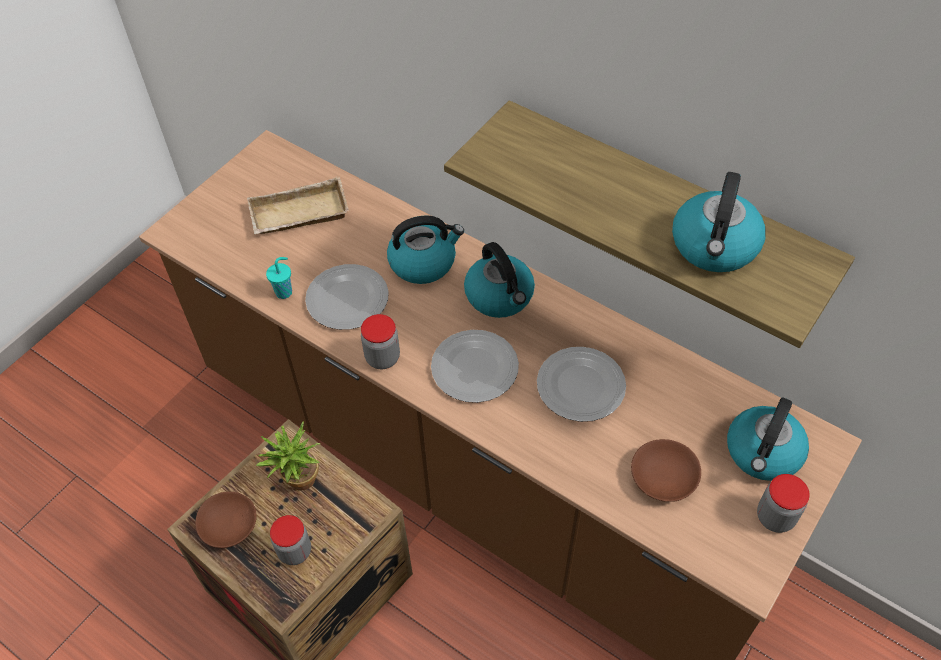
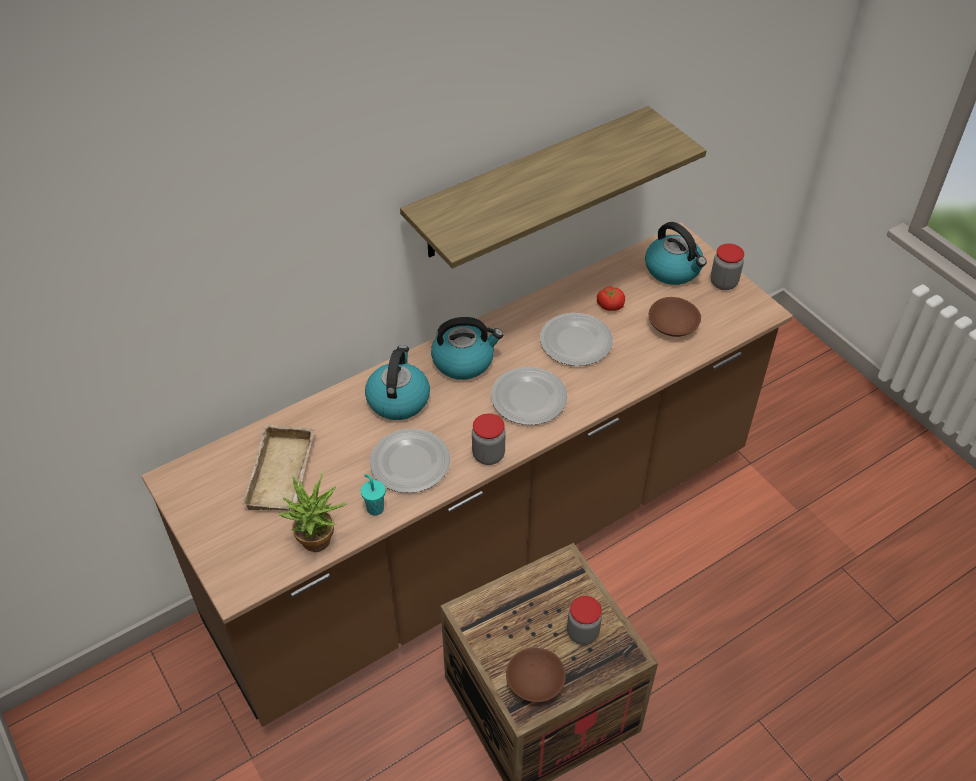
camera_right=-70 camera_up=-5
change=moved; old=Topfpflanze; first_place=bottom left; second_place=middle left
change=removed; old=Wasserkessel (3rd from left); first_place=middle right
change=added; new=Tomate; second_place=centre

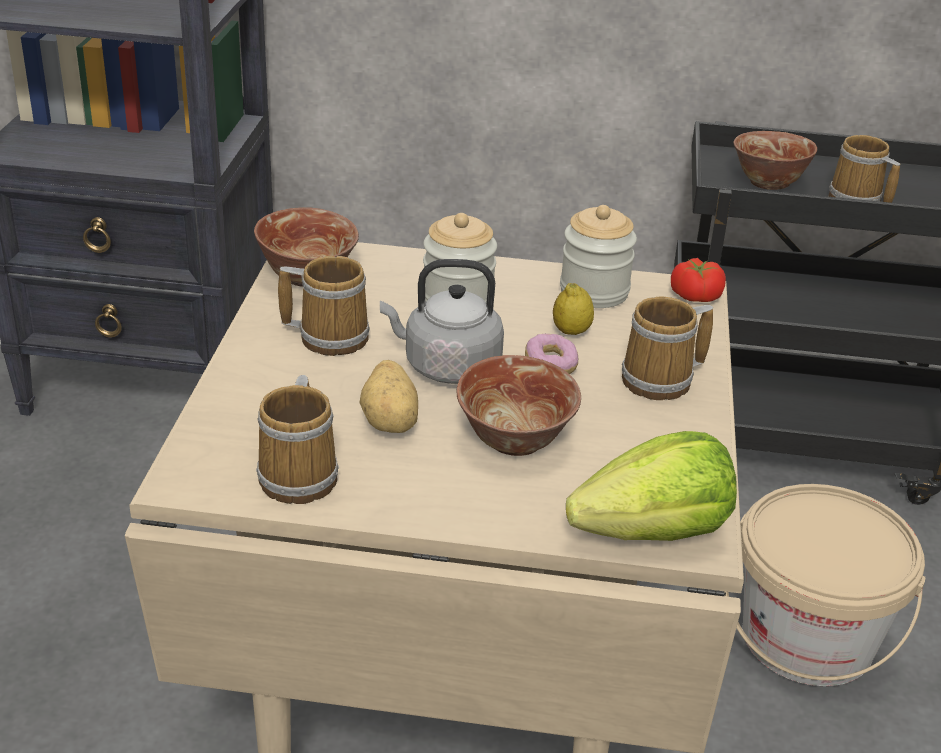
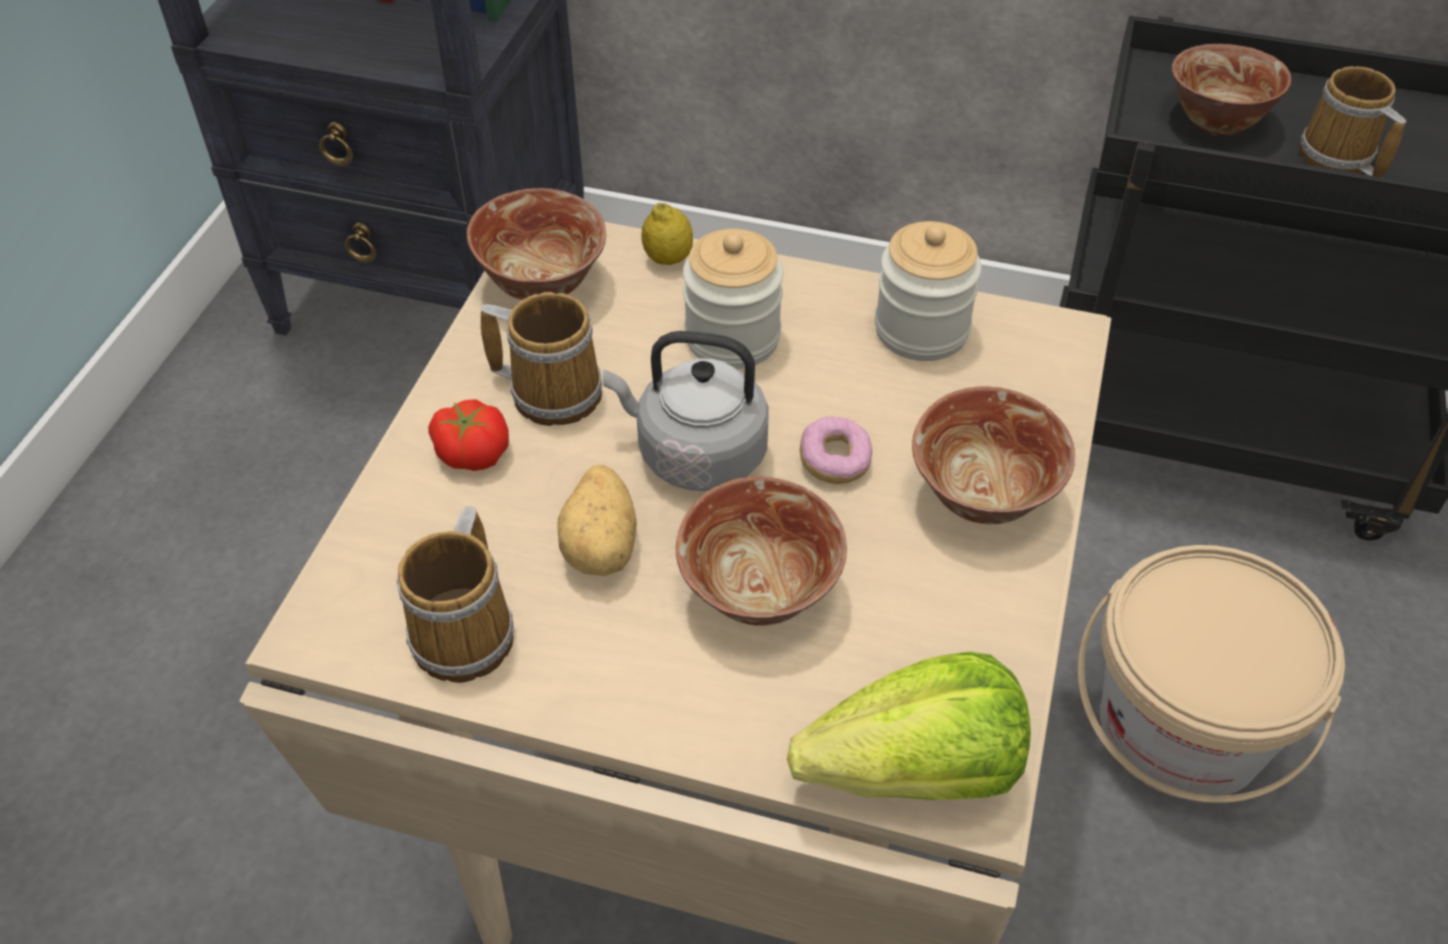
camera_right=10 camera_up=15
change=moved; old=Zitrone; first_place=centre; second_place=top centre
change=replaced; old=Henkelbecher (3rd from left); new=Schüssel (3rd from left); first_place=middle right; second_place=middle right
change=moved; old=Tomate; first_place=middle right; second_place=middle left

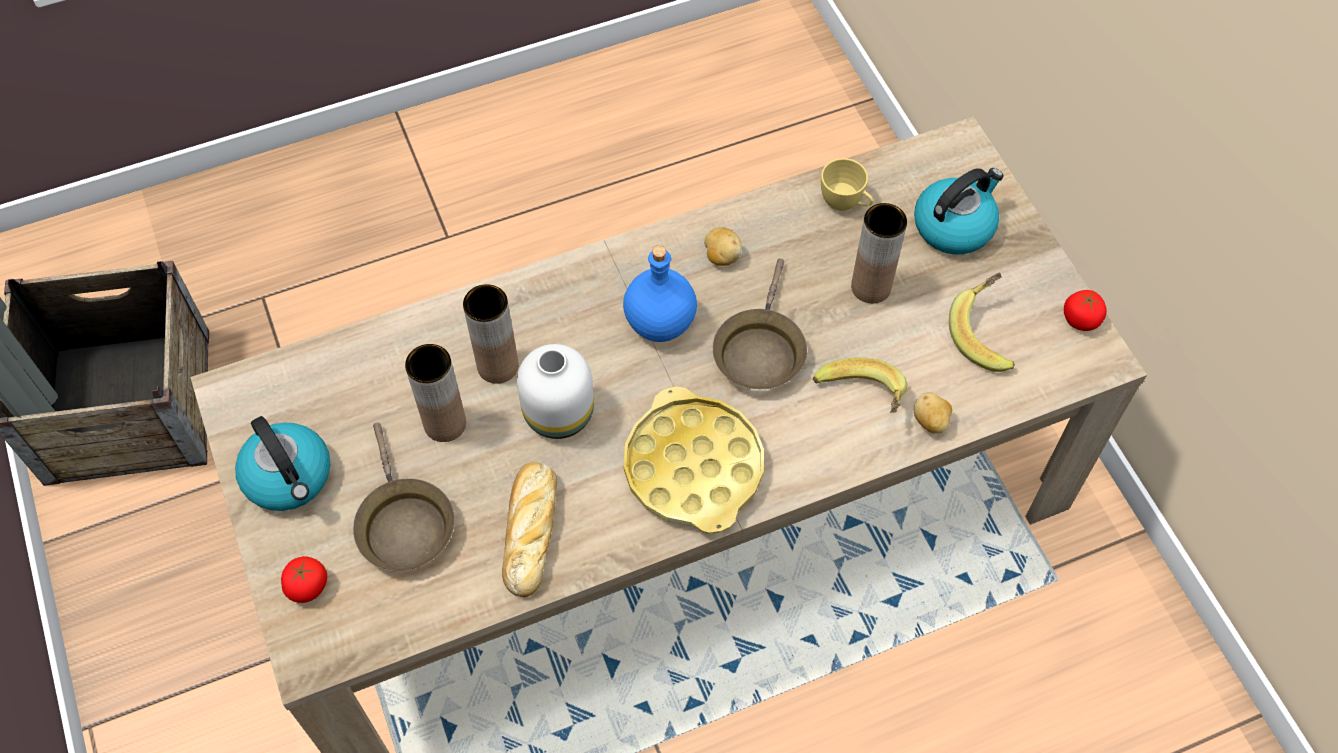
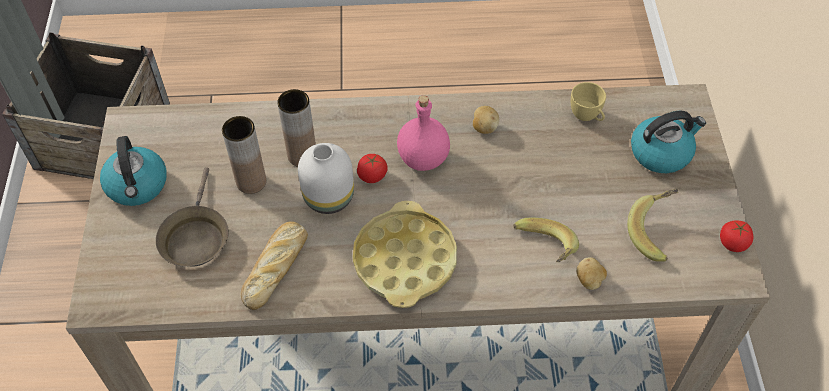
camera_right=20 camera_up=-5
change=moved; old=Tomate (1st from left); first_place=bottom left; second_place=centre
change=recoloured; old=Flasche/blau; new=Flasche/rosa; first_place=centre; second_place=centre
change=removed; old=Pfanne/braun (2nd from left); first_place=centre
change=removed; old=Vase/braun (3rd from left); first_place=centre

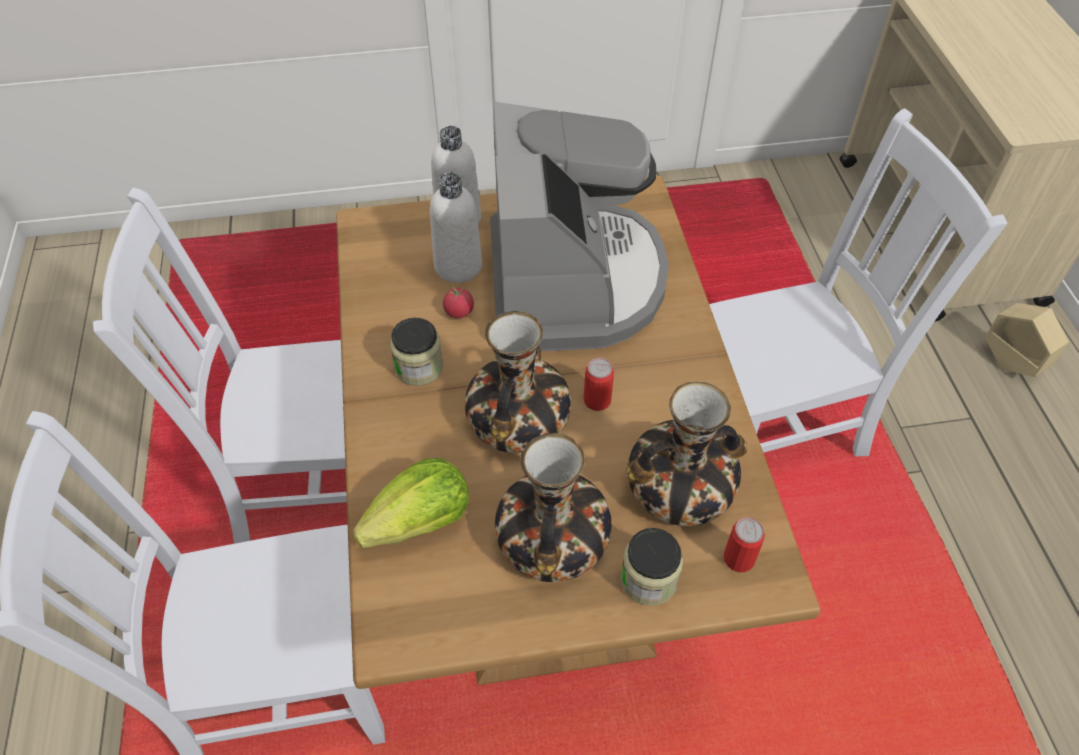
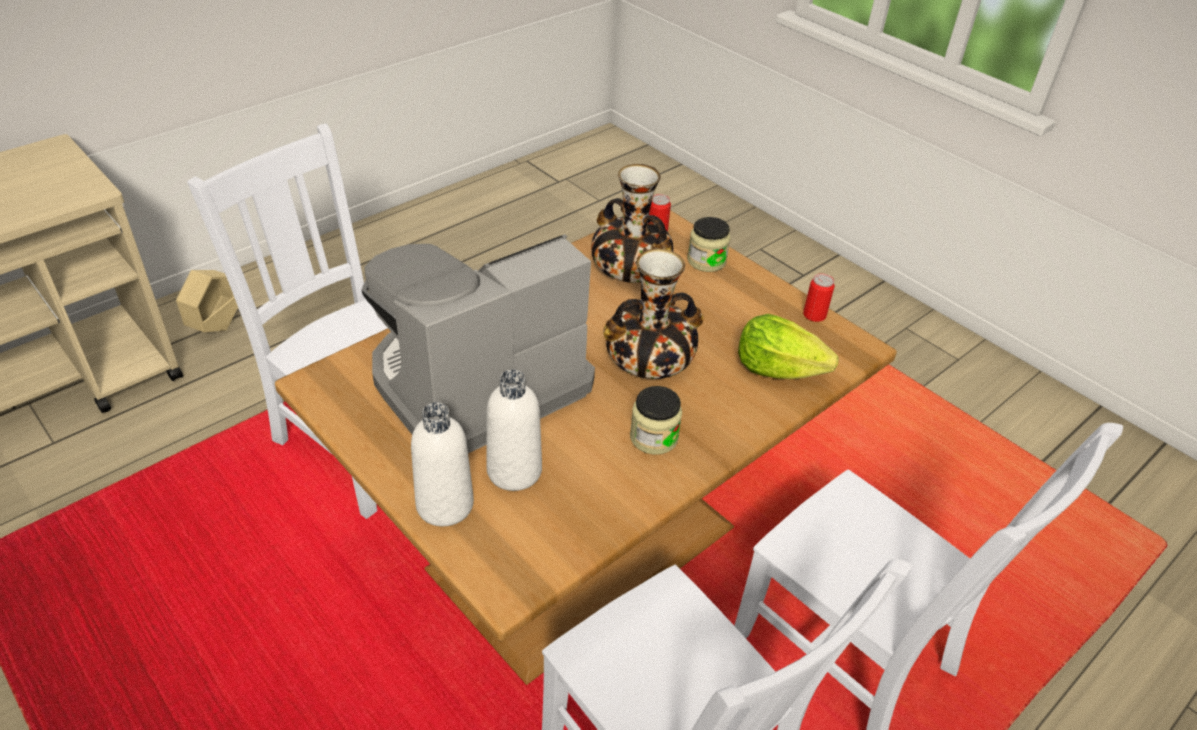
camera_right=-125 camera_up=-10
change=removed; old=Tomate; first_place=centre
change=removed; old=Vase (2nd from left); first_place=bottom centre
change=moved; old=Dose (1st from left in the first image); new=Dose (2nd from left); first_place=centre; second_place=middle right

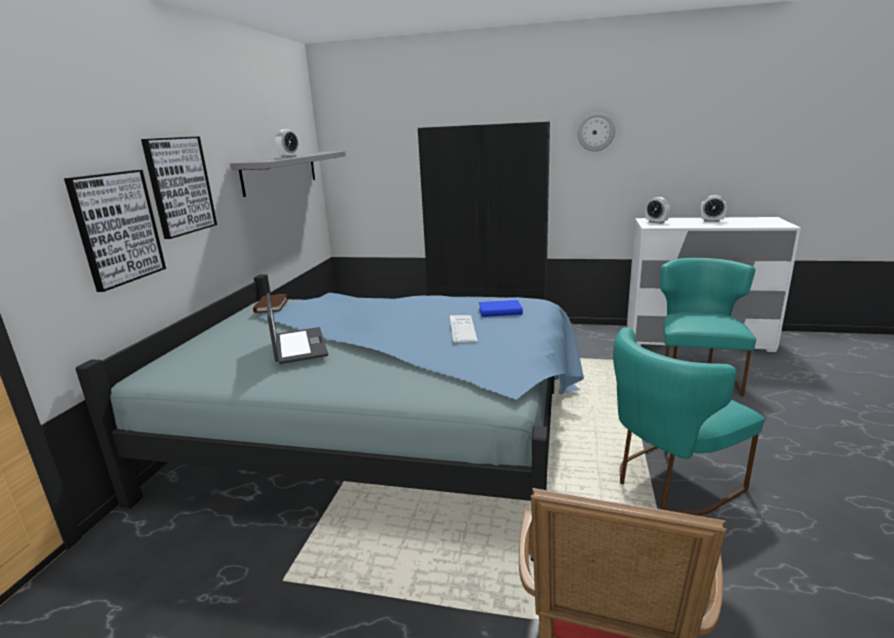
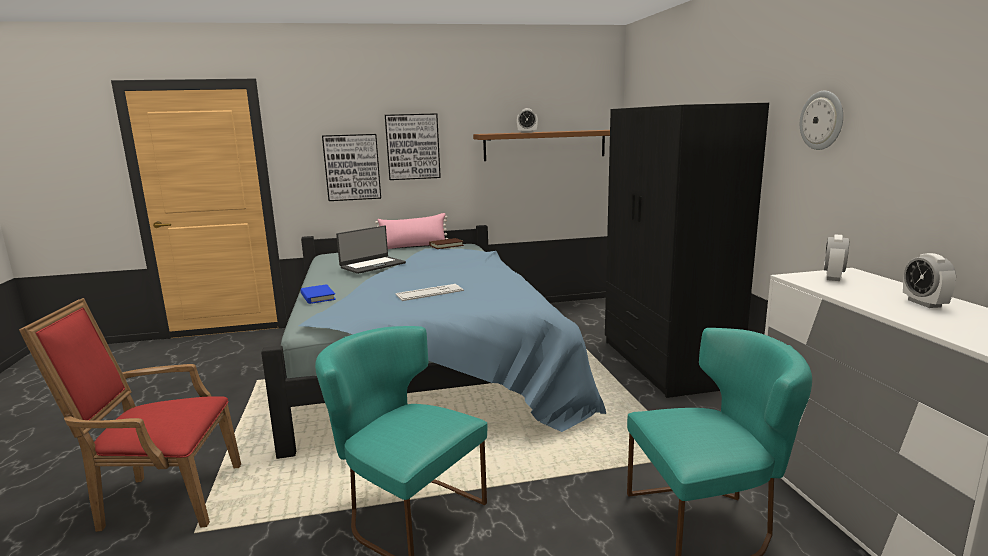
camera_right=65 camera_up=-5
change=recoloured; old=Wandregal/grau; new=Wandregal/braun; first_place=top left; second_place=top centre
change=moved; old=Buch/blau; first_place=centre; second_place=middle left
change=added; new=Kissen/rosa; second_place=centre

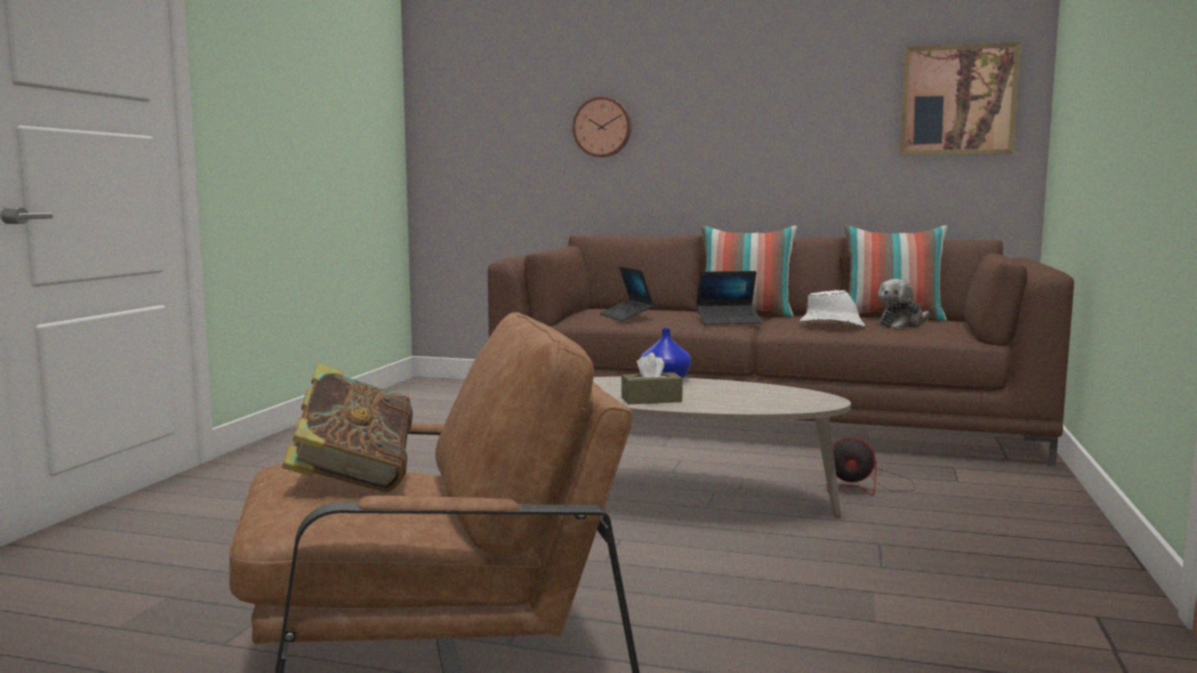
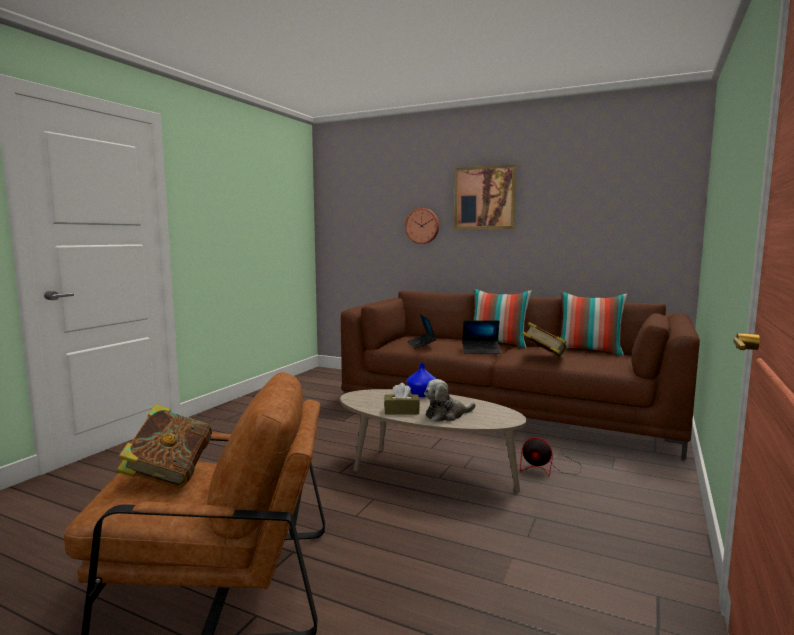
camera_right=10 camera_up=0
change=replaced; old=Hut/weiß; new=Buch (2nd from left); first_place=middle right; second_place=middle right
change=moved; old=Plüschtier; first_place=middle right; second_place=centre
change=moved; old=Bild; first_place=top right; second_place=top centre

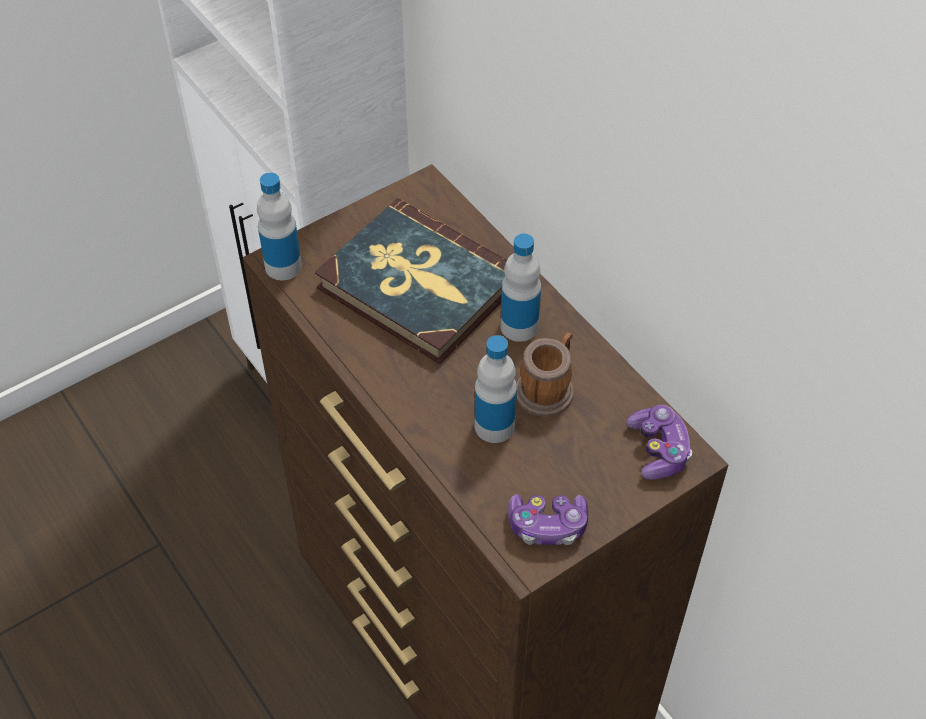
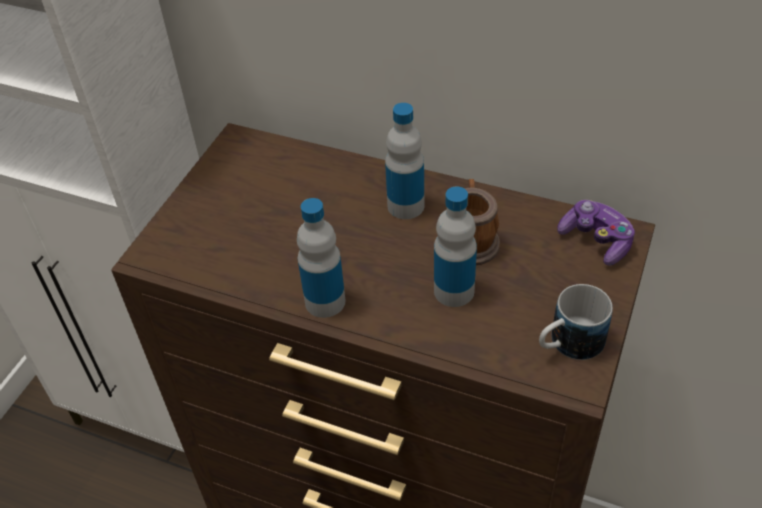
camera_right=-30 camera_up=-5
change=moved; old=Flasche (1st from left); first_place=top left; second_place=centre
change=removed; old=Buch; first_place=centre
change=replaced; old=Gamepad (1st from left); new=Henkelbecher (2nd from left); first_place=bottom centre; second_place=middle right

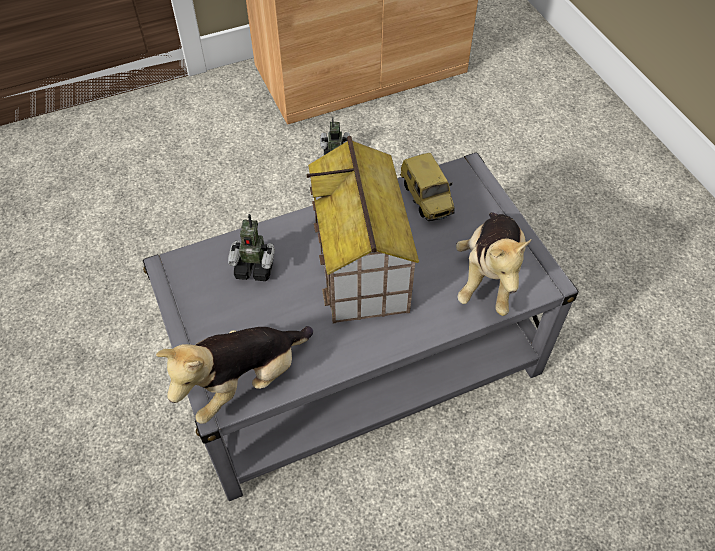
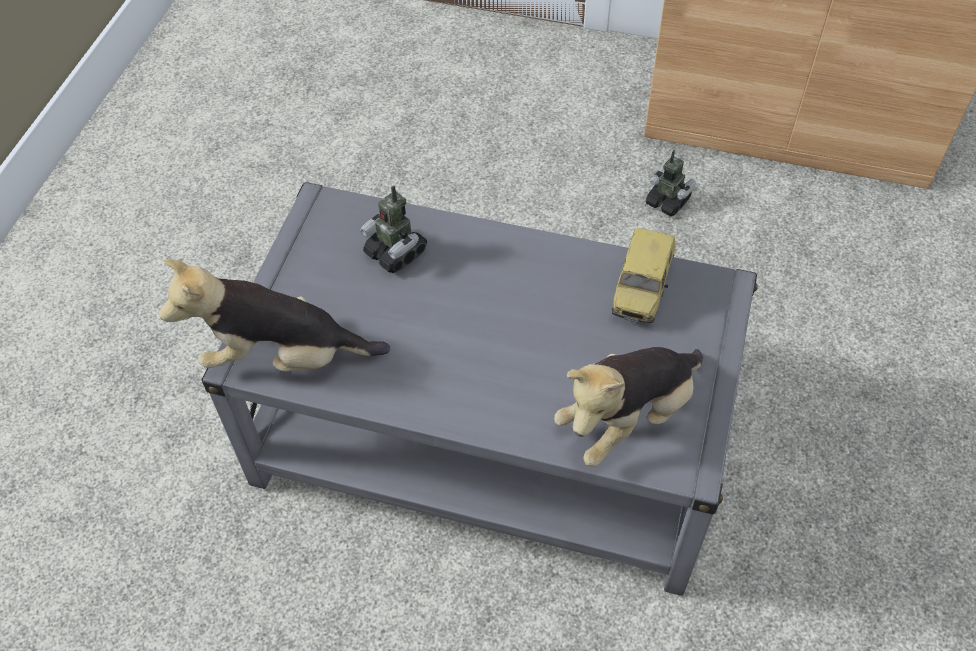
camera_right=40 camera_up=0
change=removed; old=Spielzeughaus; first_place=centre

